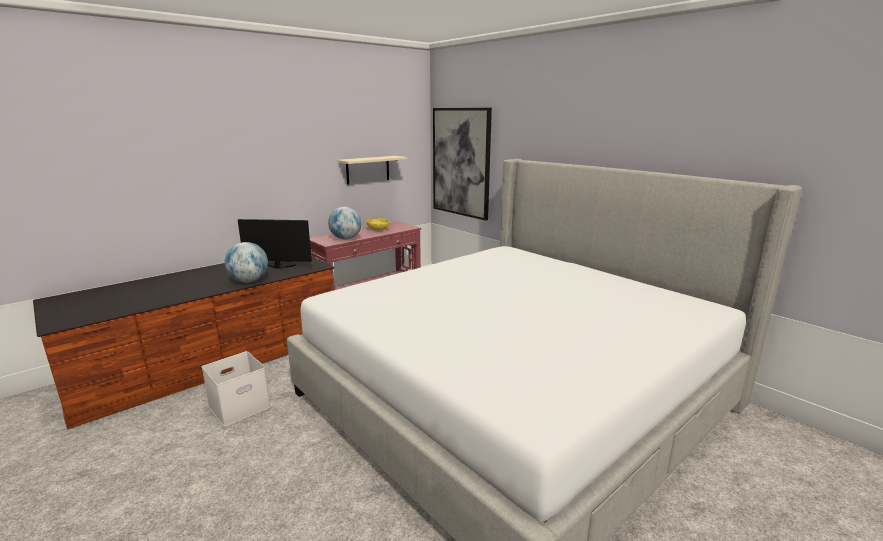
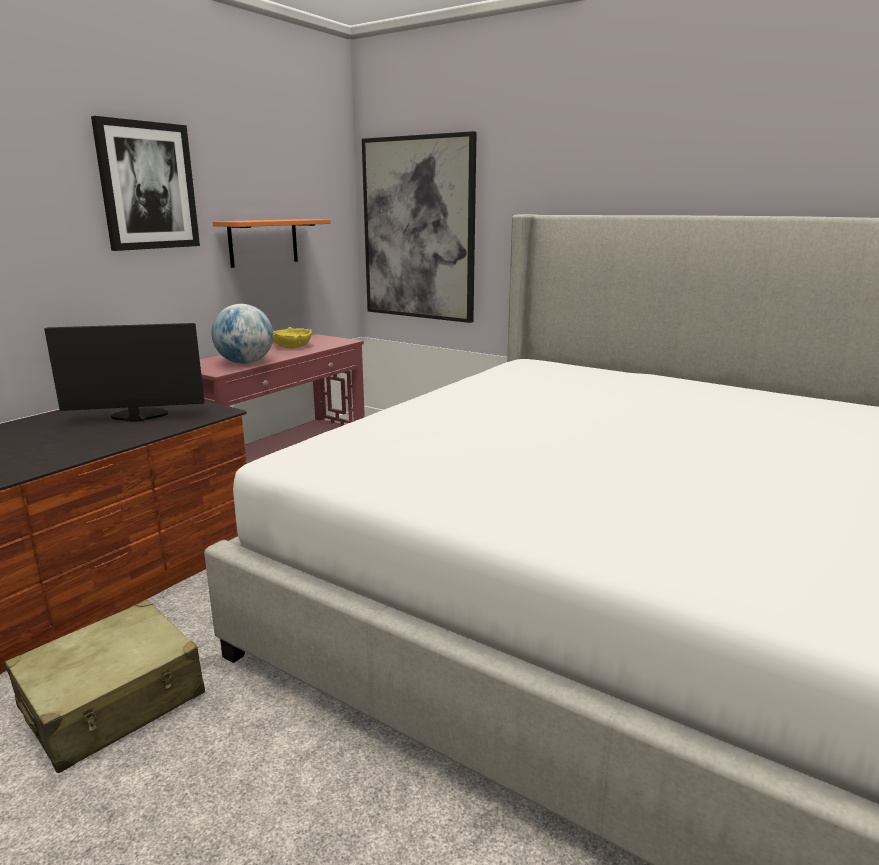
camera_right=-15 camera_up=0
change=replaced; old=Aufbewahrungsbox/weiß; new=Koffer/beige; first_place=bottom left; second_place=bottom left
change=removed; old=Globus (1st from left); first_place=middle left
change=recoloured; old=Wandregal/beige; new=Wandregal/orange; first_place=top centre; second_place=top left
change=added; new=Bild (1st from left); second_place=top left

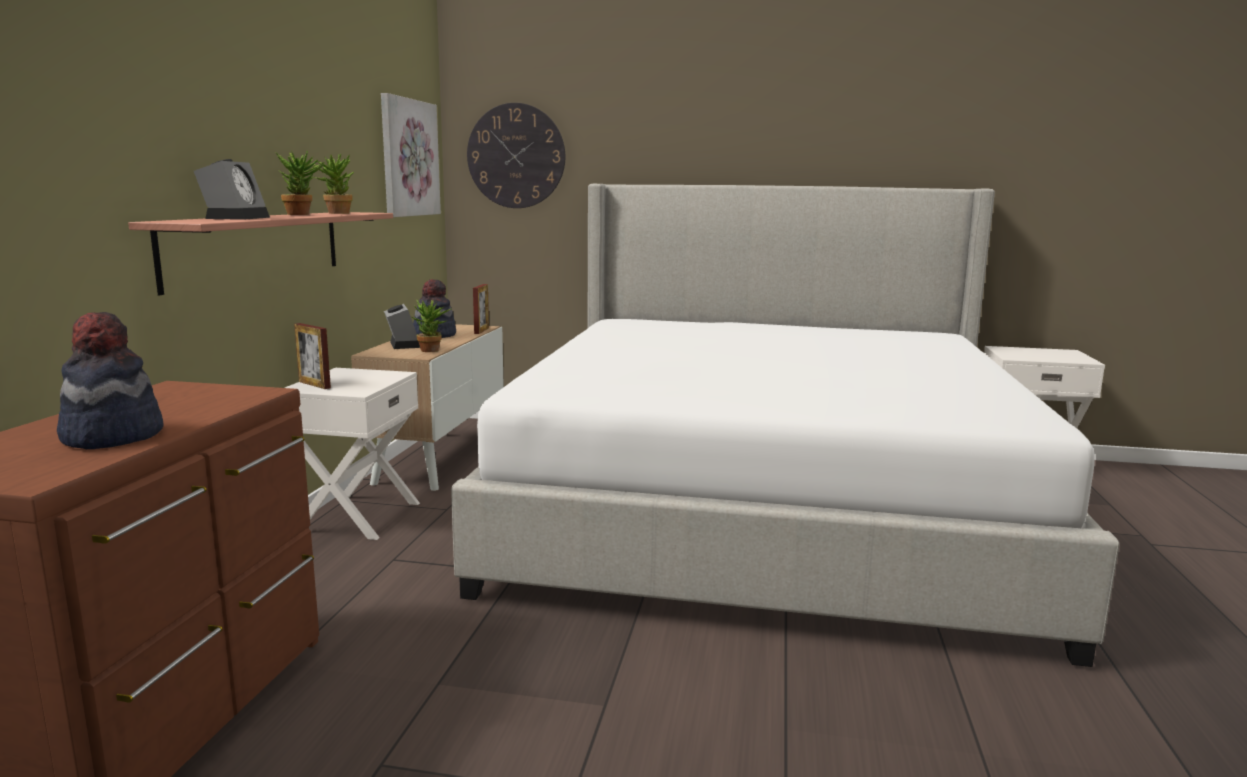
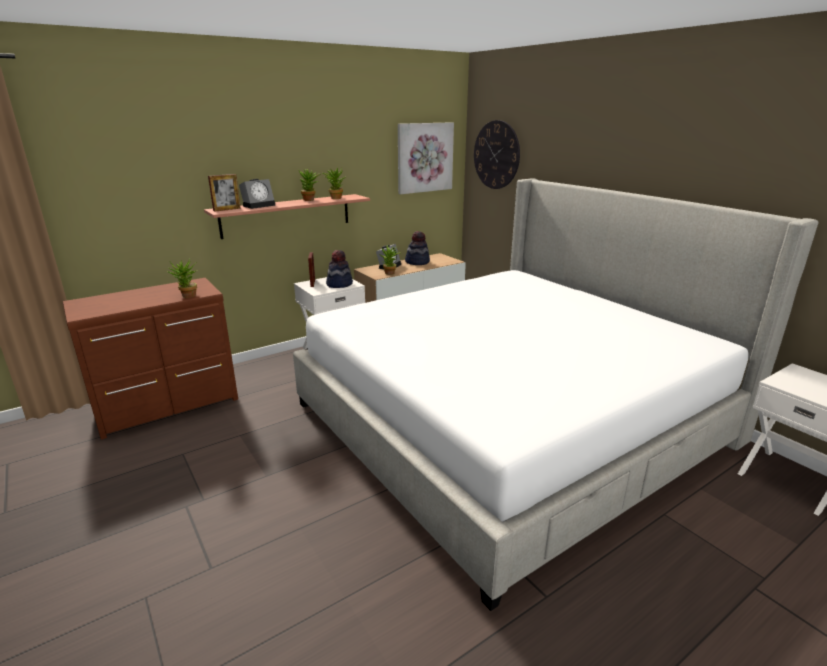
camera_right=45 camera_up=10
change=moved; old=Hut (1st from left); first_place=middle left; second_place=centre
change=moved; old=Bilderrahmen (2nd from left in the first image); new=Bilderrahmen (1st from left); first_place=centre; second_place=top left
change=added; new=Topfpflanze (1st from left); second_place=middle left

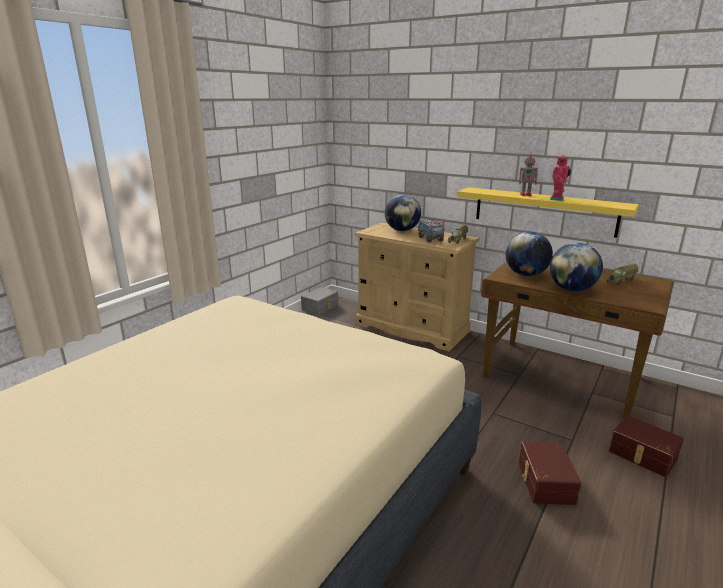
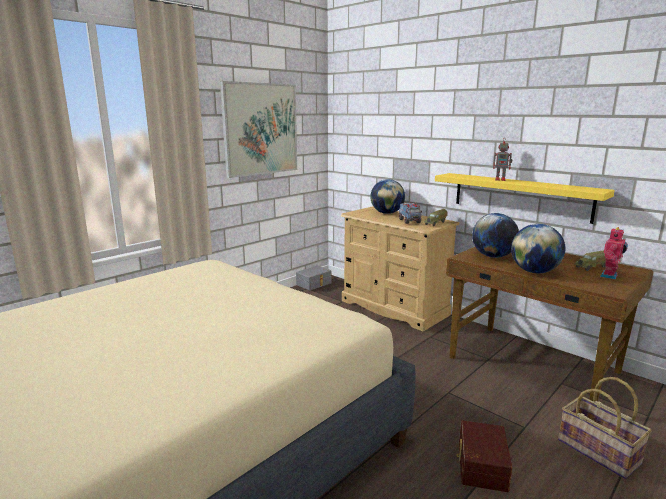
camera_right=10 camera_up=-5
change=moved; old=Spielzeugroboter (2nd from left); first_place=top right; second_place=middle right
change=replaced; old=Aufbewahrungsbox/braun (2nd from left); new=Korb; first_place=bottom right; second_place=bottom right
change=added; new=Bild; second_place=top centre

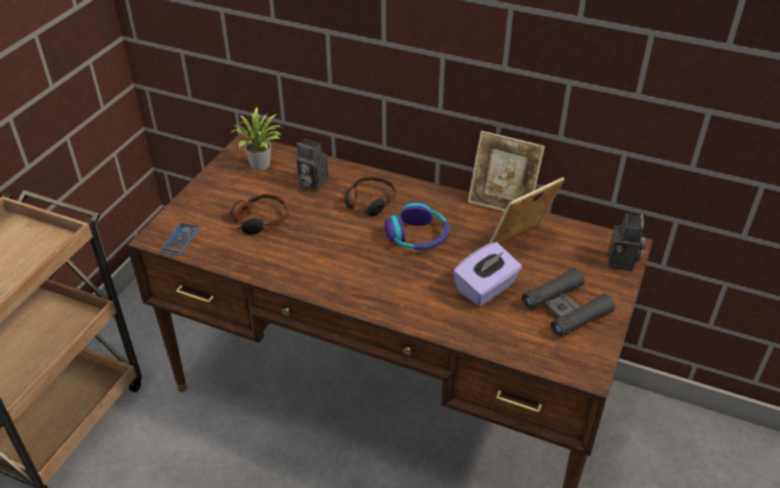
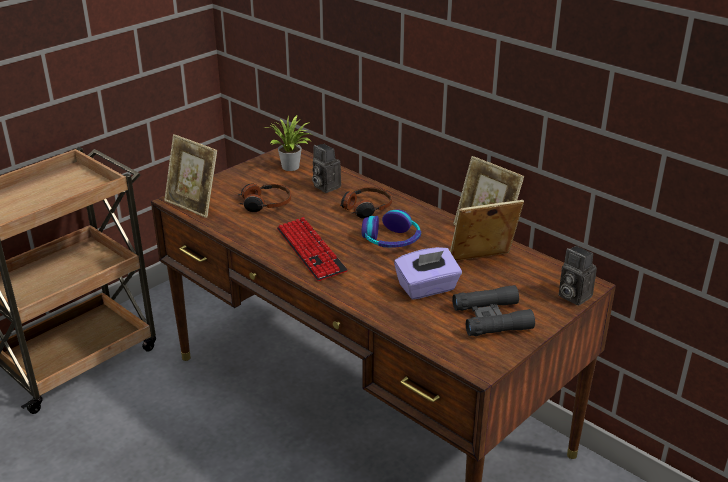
camera_right=20 camera_up=-10
change=replaced; old=Handy; new=Bilderrahmen (1st from left); first_place=middle left; second_place=middle left
change=turned; old=Kamera (2nd from left); first_place=middle right; second_place=middle right; degrees=105
change=added; new=Tastatur; second_place=centre

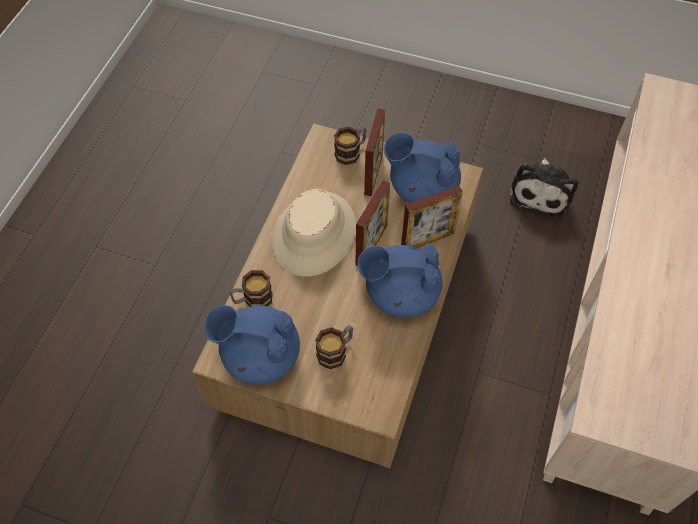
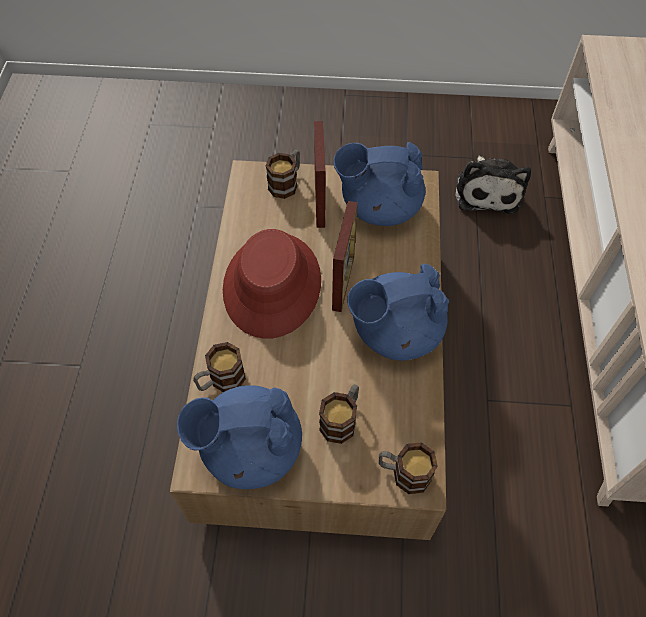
camera_right=-15 camera_up=0
change=recoloured; old=Hut/beige; new=Hut/rot; first_place=centre; second_place=centre
change=removed; old=Bilderrahmen (3rd from left); first_place=centre
change=added; new=Henkelbecher (4th from left); second_place=bottom centre

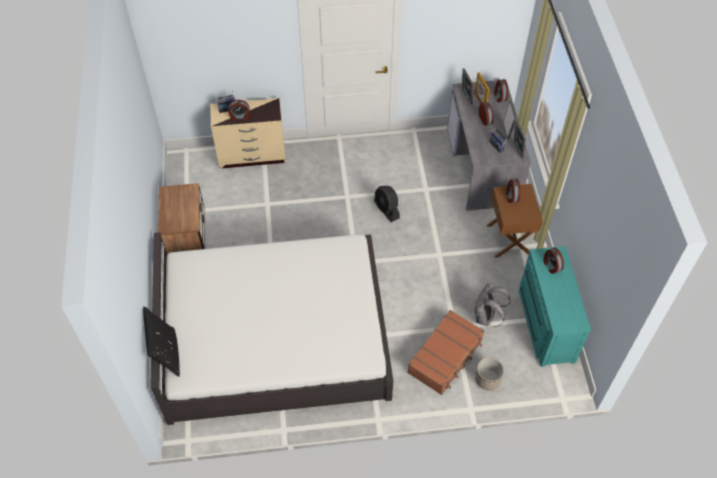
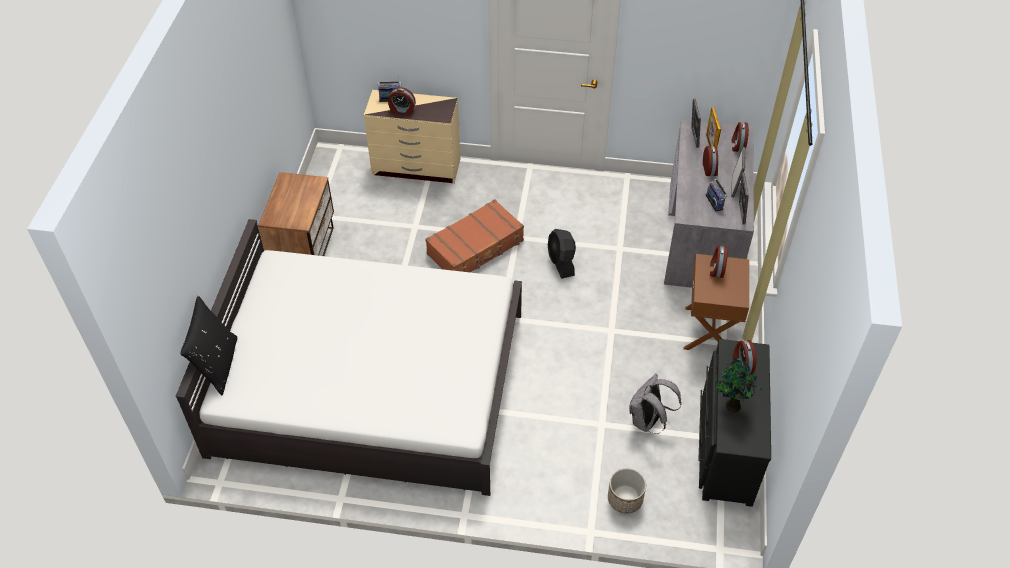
camera_right=15 camera_up=-5
change=moved; old=Koffer/braun; first_place=bottom centre; second_place=centre
change=recoloured; old=Kommode/türkis; new=Kommode/schwarz; first_place=middle right; second_place=bottom right
change=added; new=Topfpflanze; second_place=bottom right

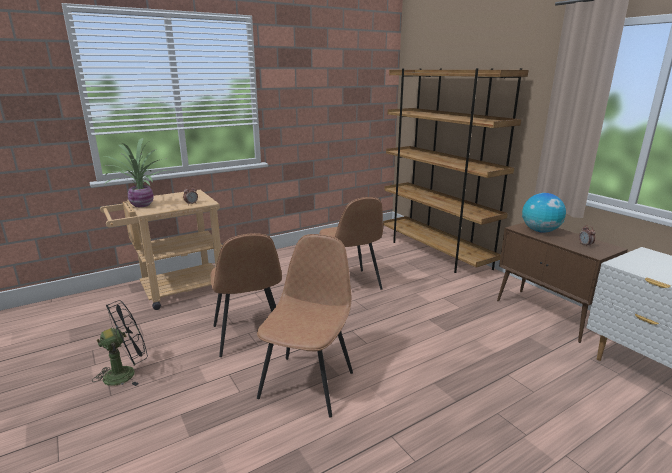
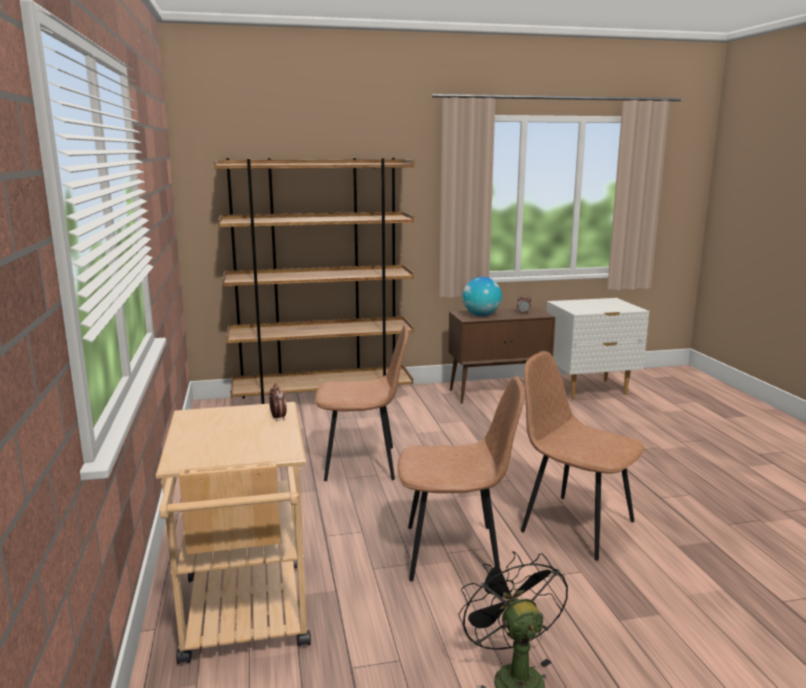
camera_right=-70 camera_up=-5
change=removed; old=Topfpflanze; first_place=middle left

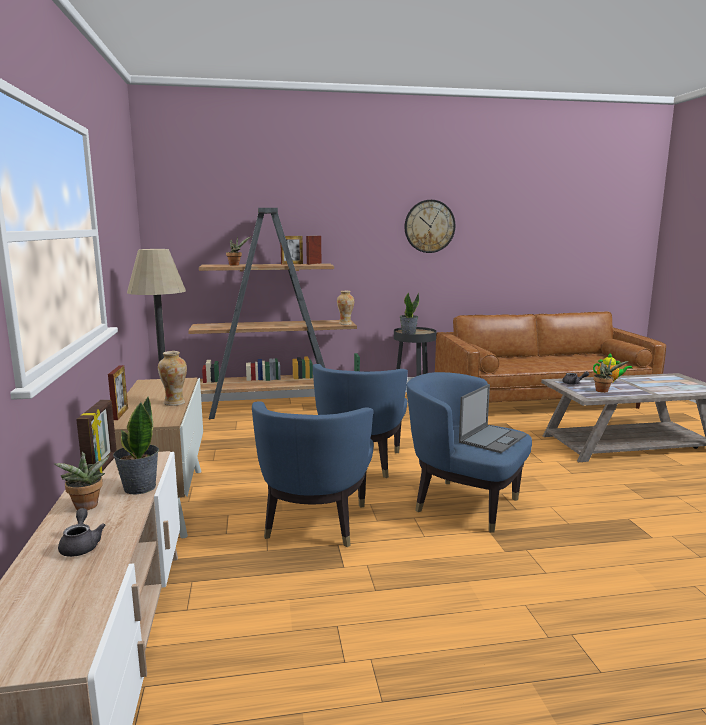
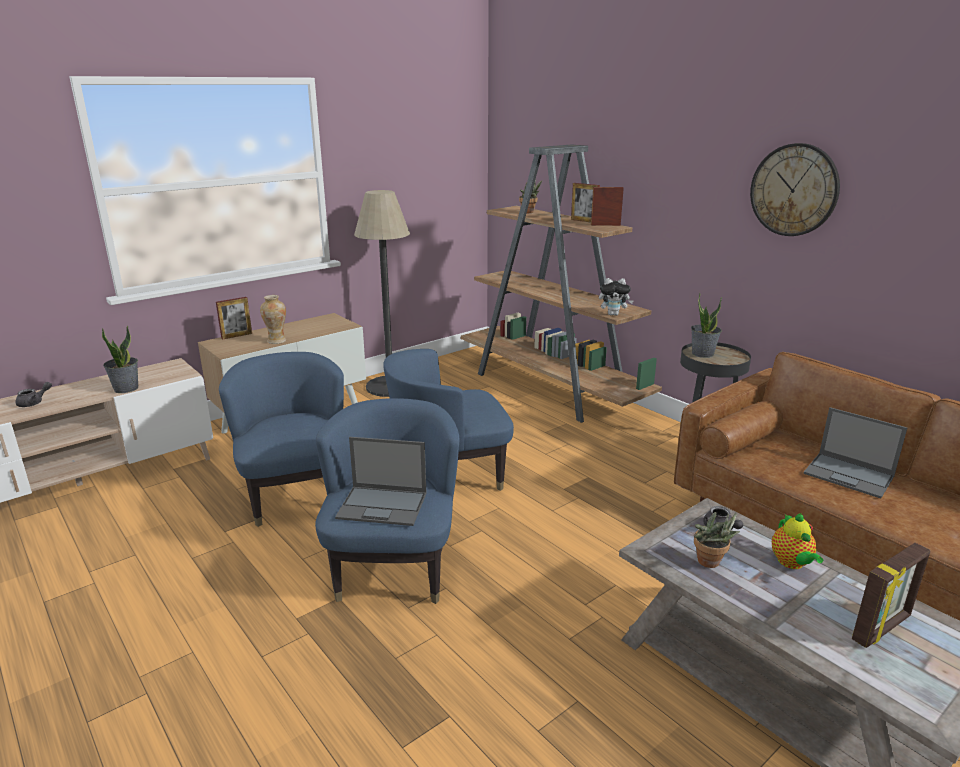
camera_right=60 camera_up=10
change=removed; old=Topfpflanze (1st from left); first_place=middle left
change=moved; old=Bilderrahmen (1st from left in the first image); new=Bilderrahmen (4th from left); first_place=middle left; second_place=bottom right
change=turned; old=Sessel/blau (1st from left); first_place=centre; second_place=middle left; degrees=90
change=replaced; old=Vase (2nd from left); new=Plüschtier; first_place=centre; second_place=centre
change=added; new=Laptop (2nd from left); second_place=middle right

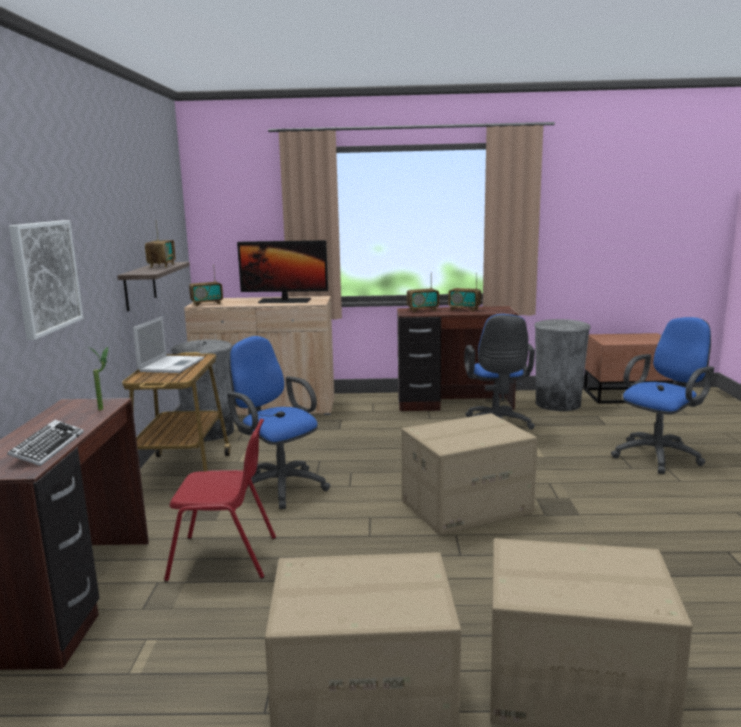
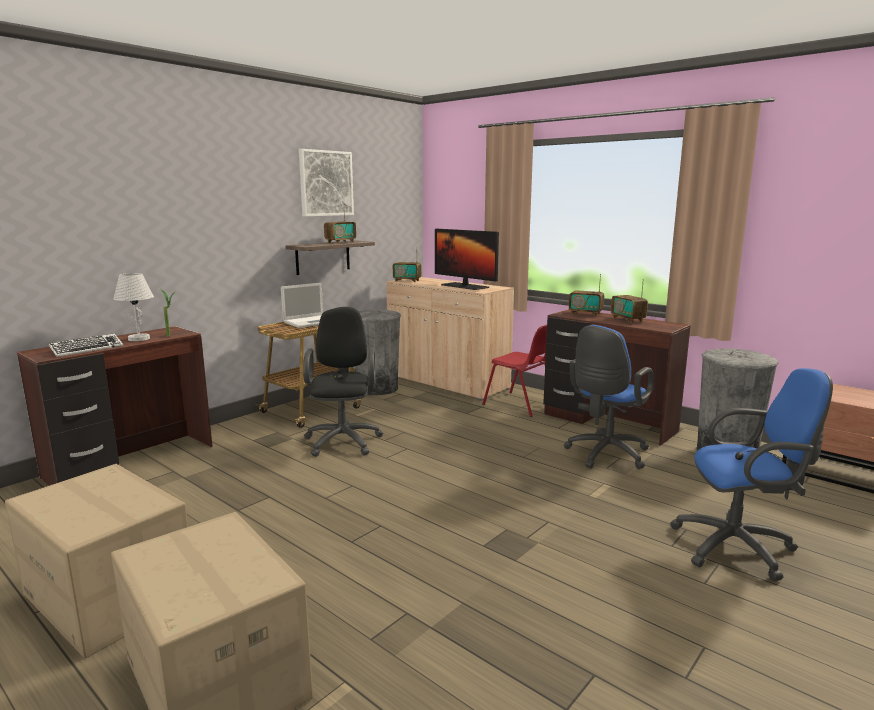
camera_right=40 camera_up=0
change=moved; old=Bild; first_place=middle left; second_place=top centre
change=moved; old=Stuhl/rot; first_place=bottom left; second_place=centre
change=recoloured; old=Bürostuhl/blau (1st from left); new=Bürostuhl/schwarz; first_place=centre; second_place=centre
change=removed; old=Karton (2nd from left); first_place=centre
change=added; new=Tischlampe/weiß; second_place=middle left

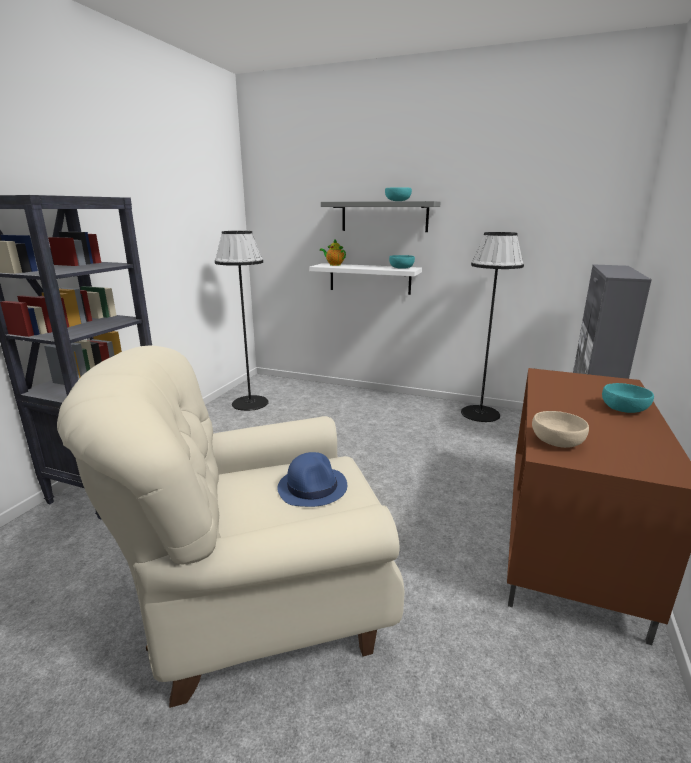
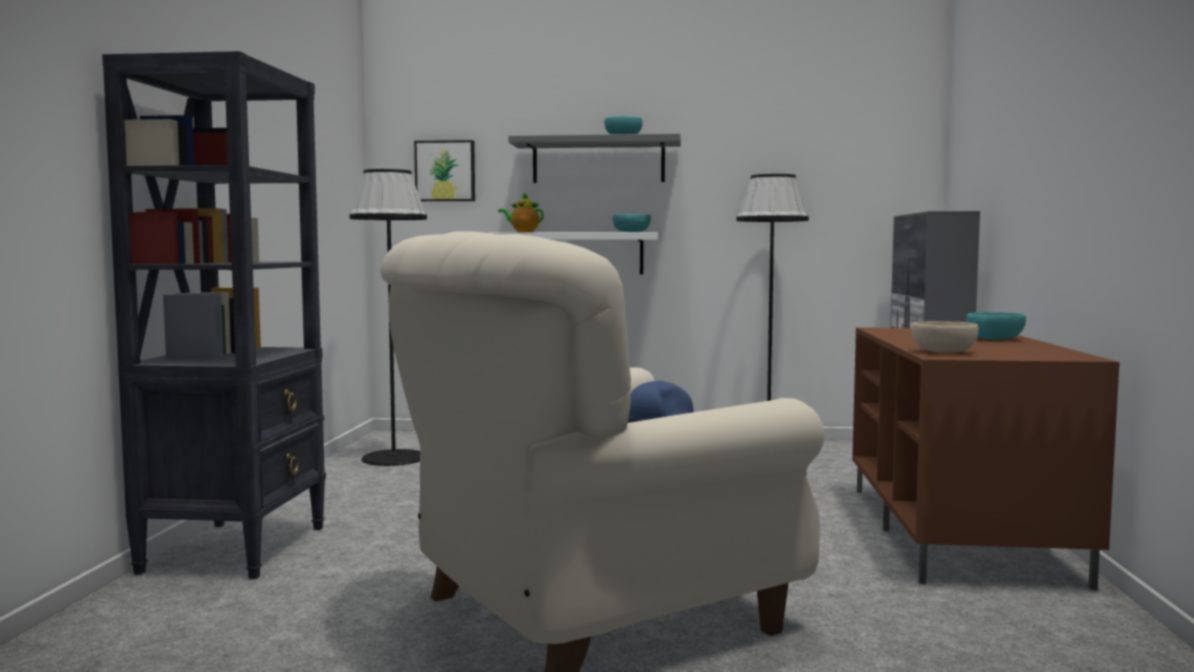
camera_right=-15 camera_up=-15
change=added; new=Bild; second_place=top centre

